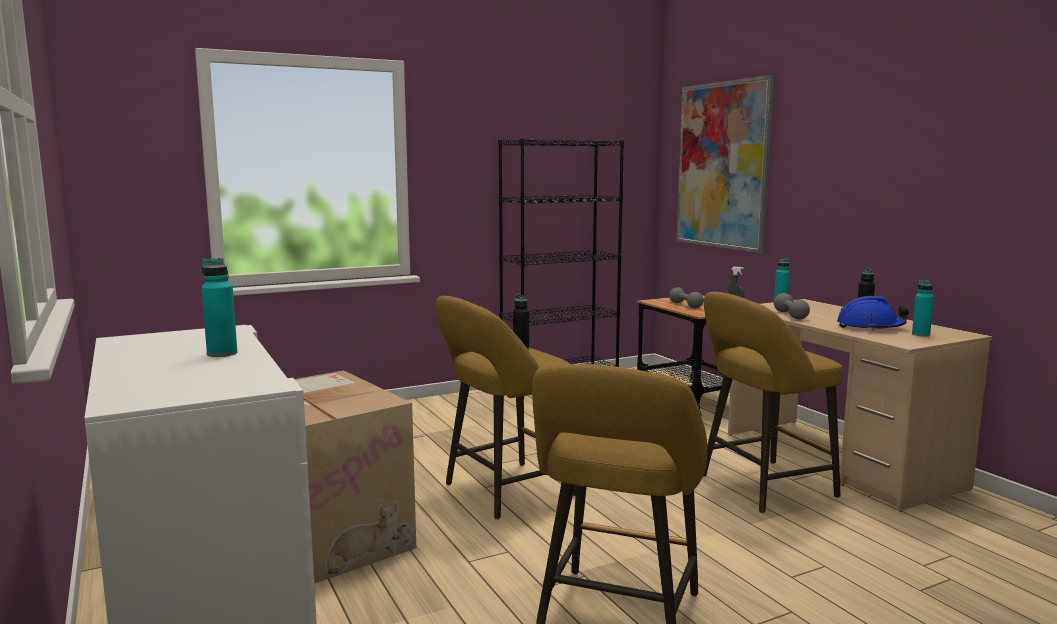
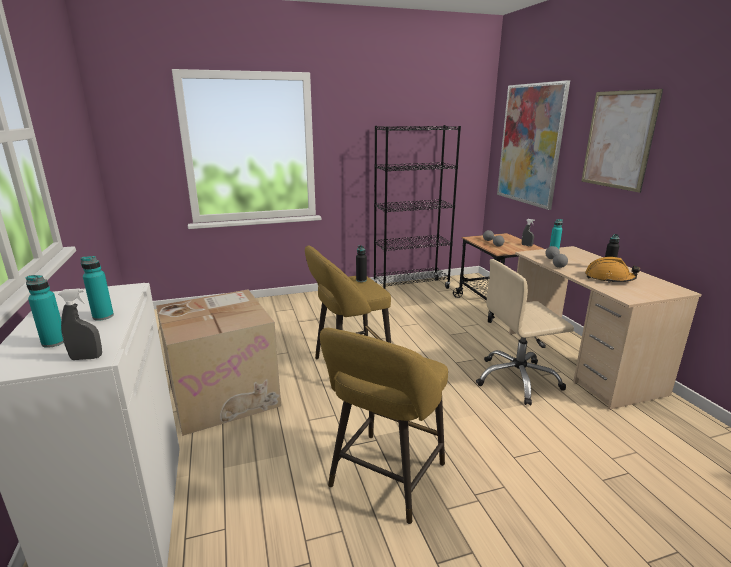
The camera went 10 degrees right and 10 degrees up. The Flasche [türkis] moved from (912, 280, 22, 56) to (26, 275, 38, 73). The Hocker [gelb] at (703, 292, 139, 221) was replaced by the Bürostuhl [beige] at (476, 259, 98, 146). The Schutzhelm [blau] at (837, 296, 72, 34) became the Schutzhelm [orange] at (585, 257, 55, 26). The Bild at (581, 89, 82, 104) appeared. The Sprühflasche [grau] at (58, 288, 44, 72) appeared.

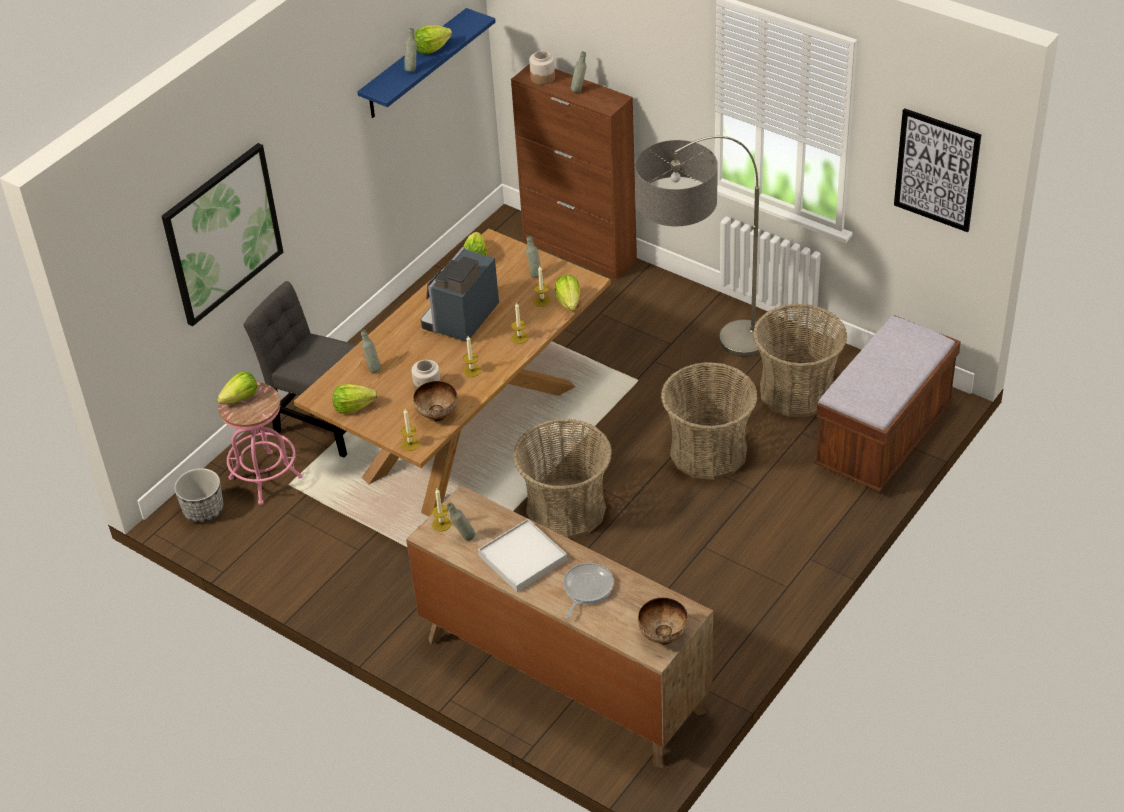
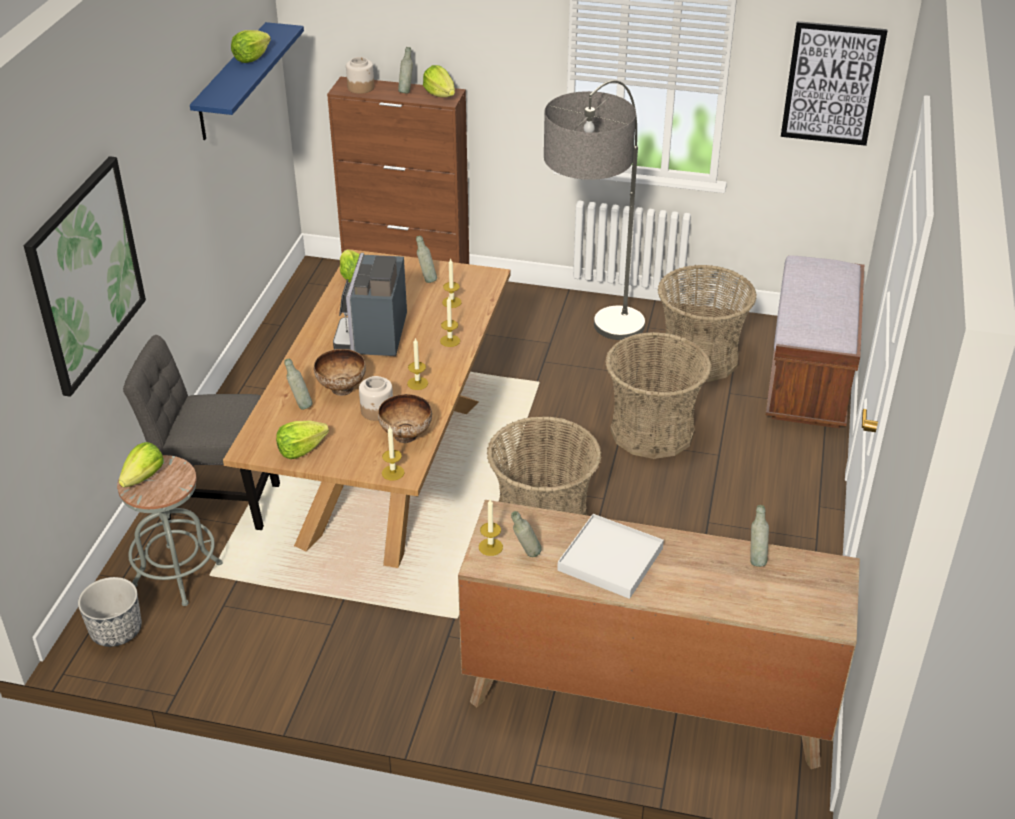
The camera went 25 degrees left and 5 degrees down. The Flasche [grau] moved from (404, 28, 13, 44) to (750, 505, 19, 62). The Salatkopf moved from (555, 275, 25, 36) to (423, 65, 32, 32). The Hocker [rosa] at (218, 382, 85, 123) became the Hocker [grau] at (117, 455, 105, 151). The Pfanne at (563, 563, 51, 55) disappeared. The Schüssel moved from (638, 597, 51, 48) to (314, 349, 52, 47).

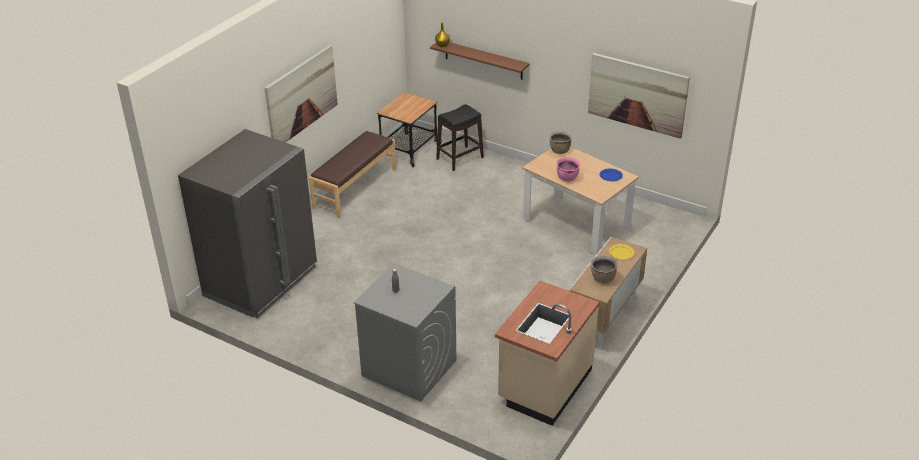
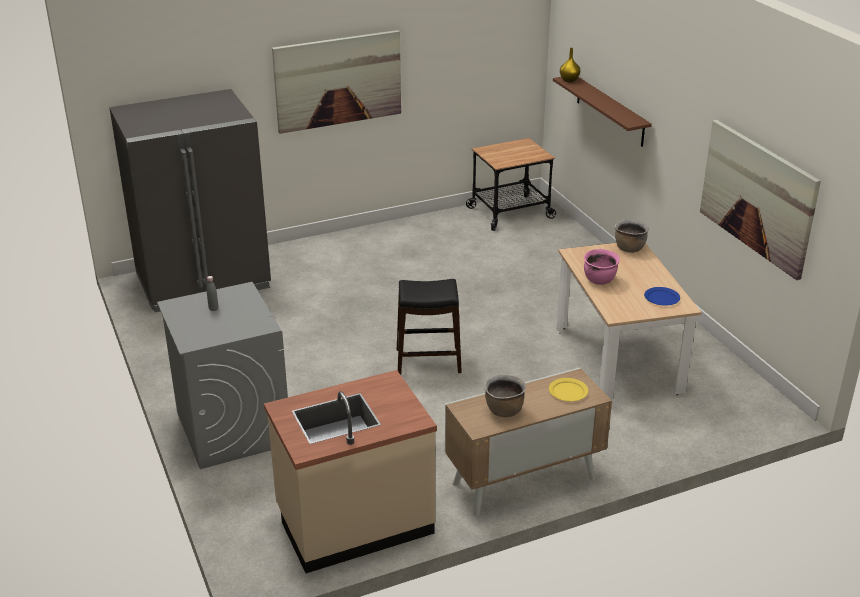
The camera went 35 degrees right and 5 degrees down. The Hocker [schwarz] moved from (436, 104, 48, 67) to (397, 279, 65, 96). The Bank [braun] at (309, 131, 87, 87) disappeared.

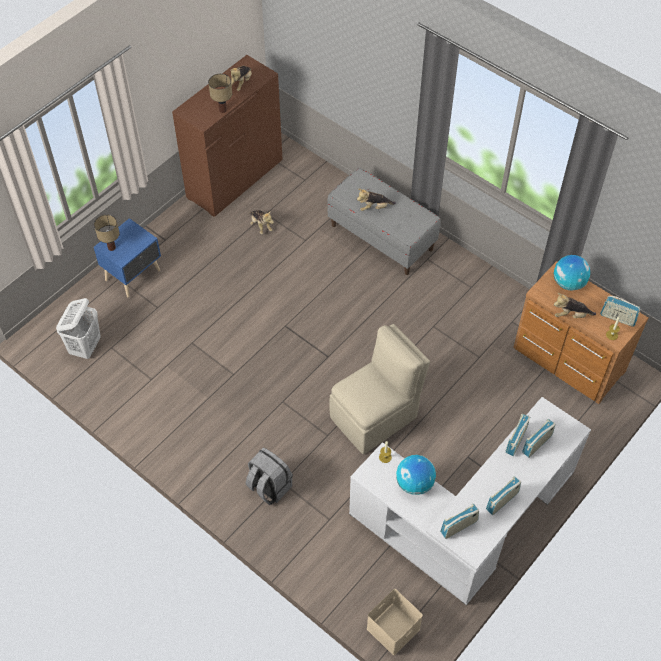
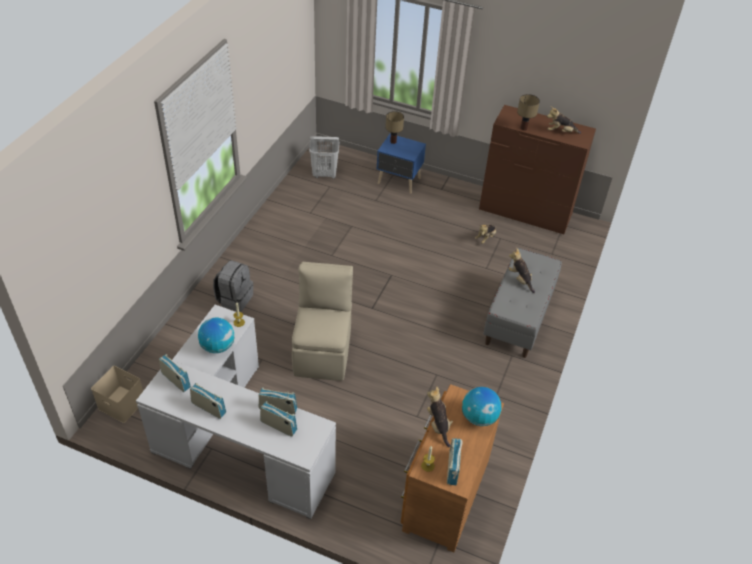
The camera went 70 degrees right and 10 degrees down. The Stuhl [beige] at (329, 324, 101, 130) turned 120 degrees counterclockwise.

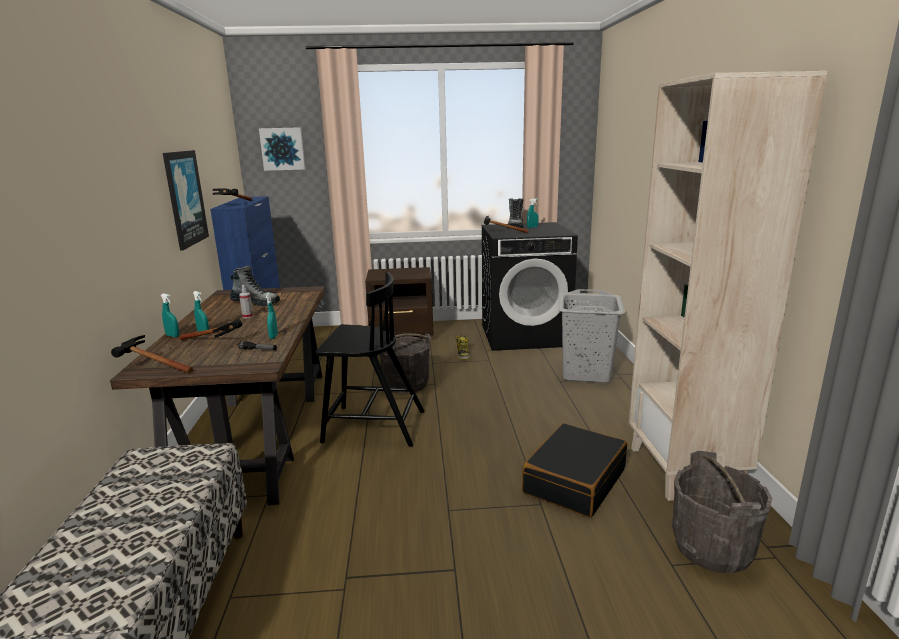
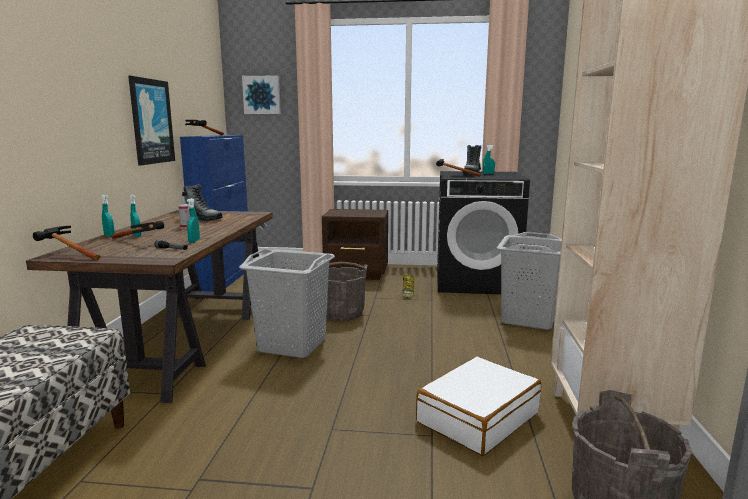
The camera went 10 degrees right and 5 degrees down. The Stuhl [schwarz] at (316, 272, 109, 175) was replaced by the Wäschekorb [grau] at (239, 249, 96, 109). The Koffer [schwarz] at (522, 423, 105, 94) became the Koffer [weiß] at (416, 356, 125, 100).

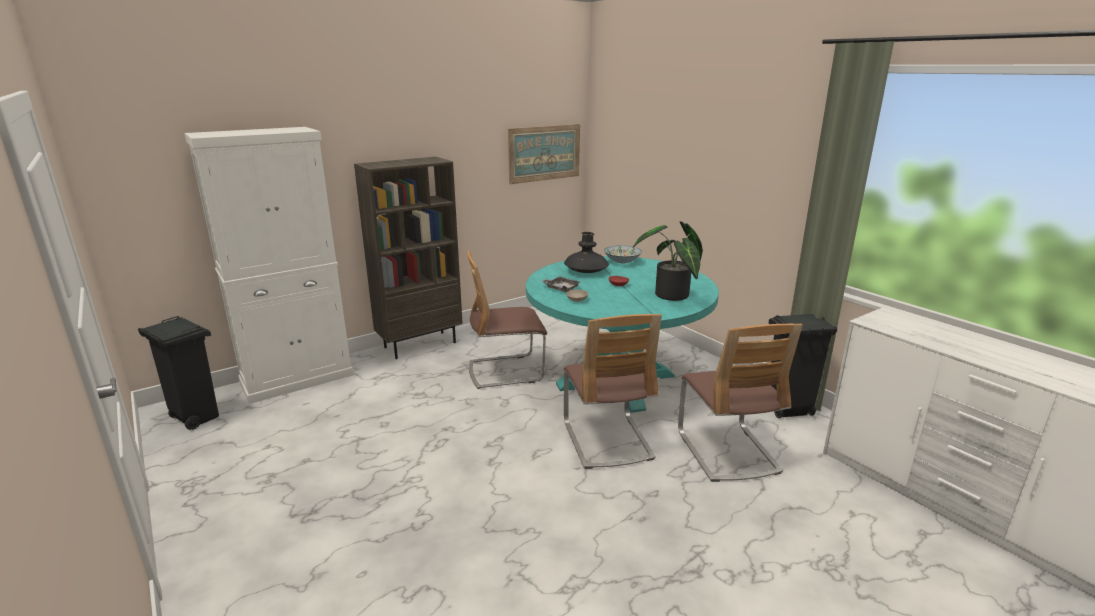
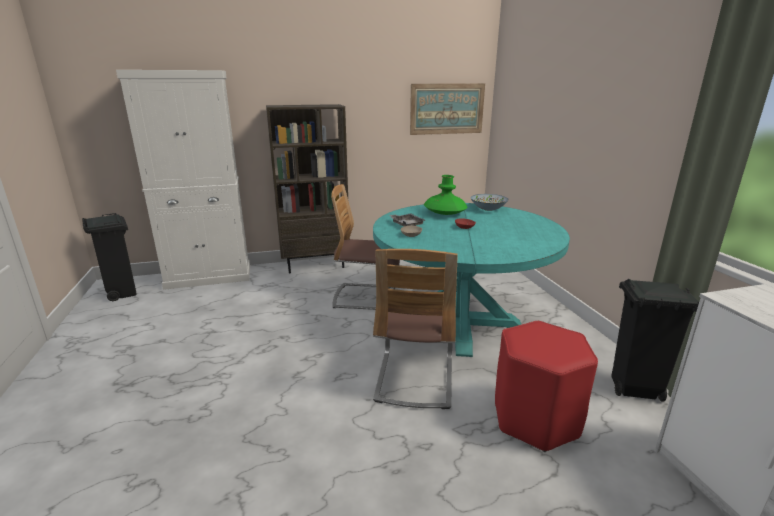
The camera went 20 degrees right and 0 degrees up. The Topfpflanze at (633, 222, 70, 79) disappeared. The Vase [schwarz] at (564, 232, 45, 41) became the Vase [grün] at (424, 175, 43, 40). The Stuhl at (678, 324, 125, 158) was replaced by the Hocker [rot] at (495, 321, 103, 131).

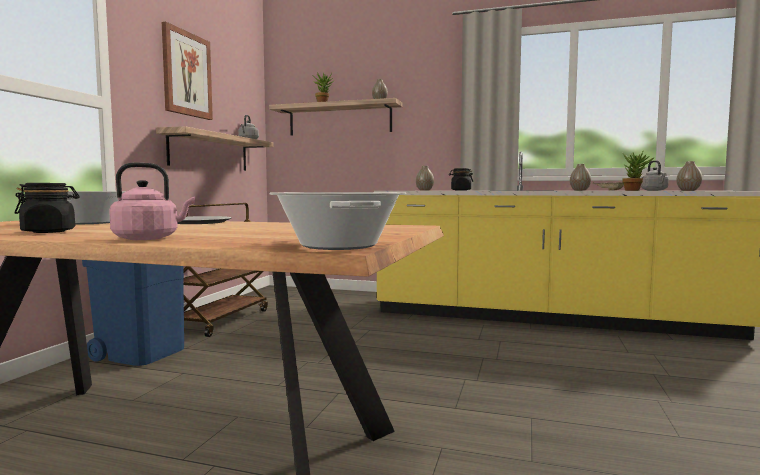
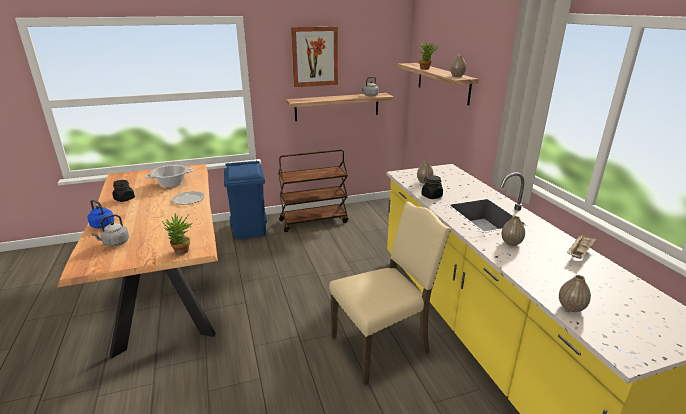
The camera went 55 degrees right and 20 degrees up. The Topfpflanze moved from (622, 150, 33, 41) to (162, 213, 30, 42). The Wasserkessel [grau] moved from (641, 160, 28, 31) to (91, 214, 38, 32). The Wasserkessel [rosa] at (109, 162, 86, 78) became the Wasserkessel [blau] at (88, 200, 26, 28). The Kochtopf at (269, 192, 137, 58) disappeared. The Stuhl [beige] at (329, 202, 123, 183) appeared.

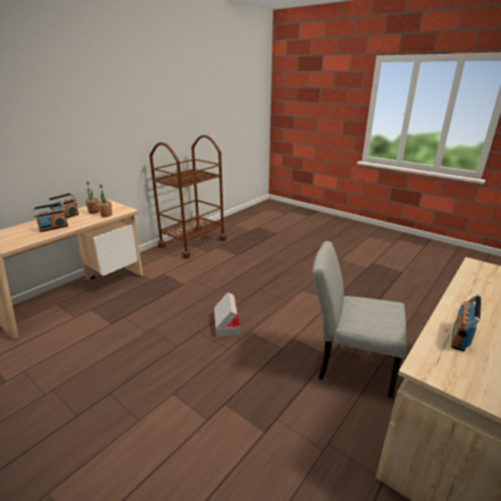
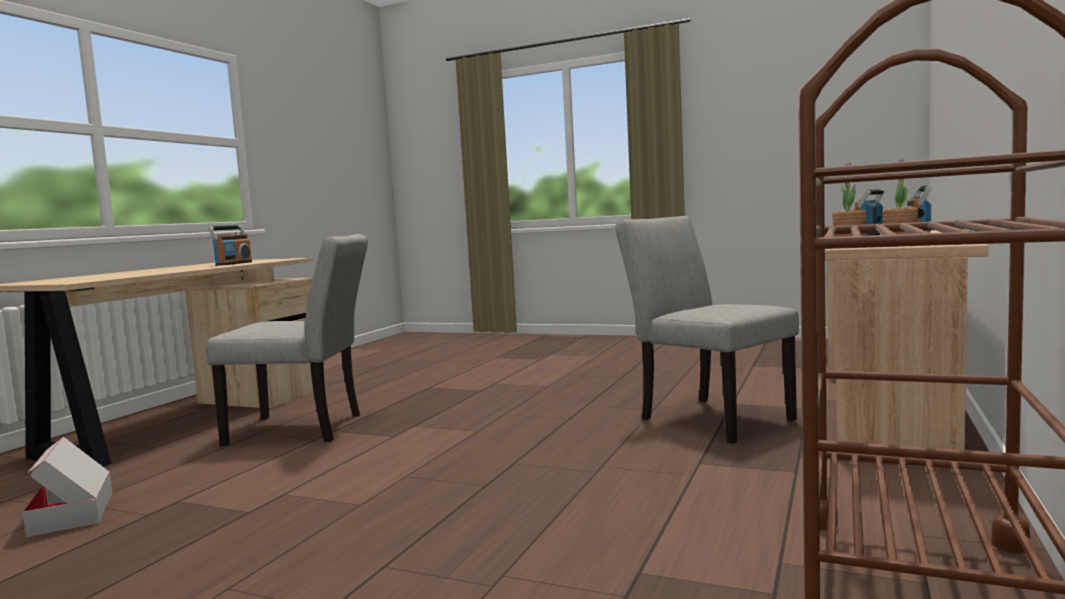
The camera went 165 degrees right and 20 degrees down. The Karton moved from (214, 292, 27, 45) to (23, 437, 90, 100). The Stuhl [grau] at (615, 216, 184, 228) appeared.

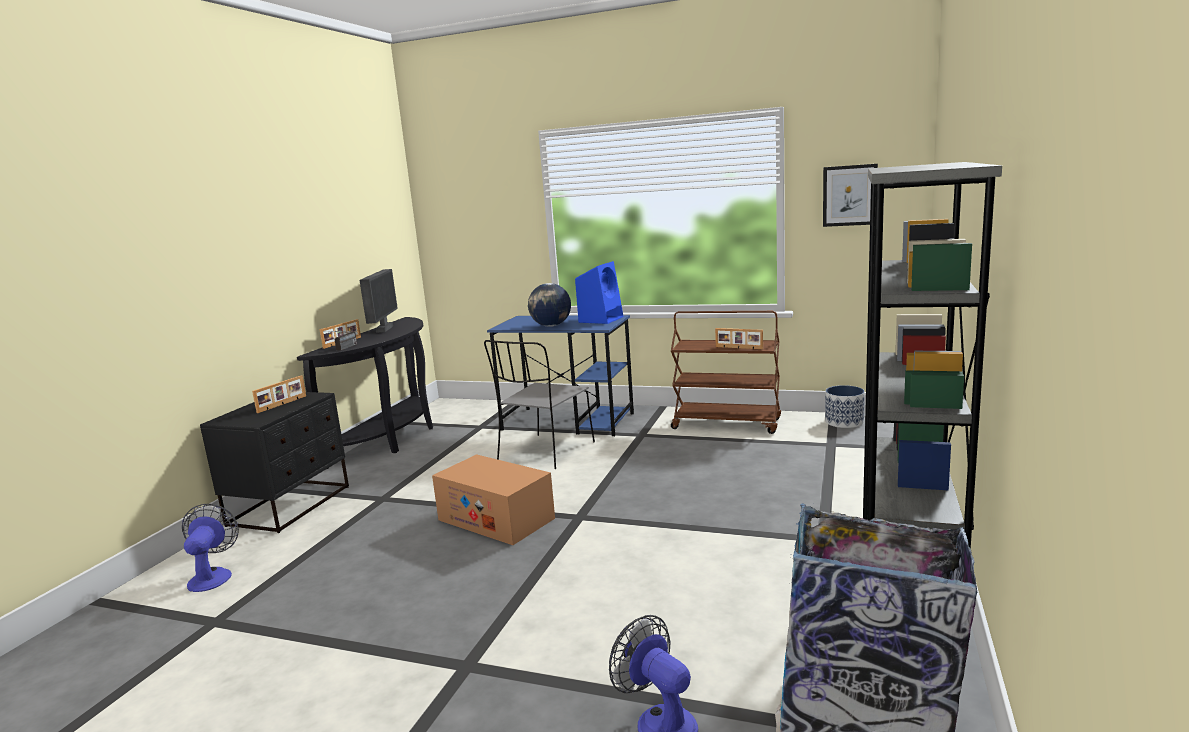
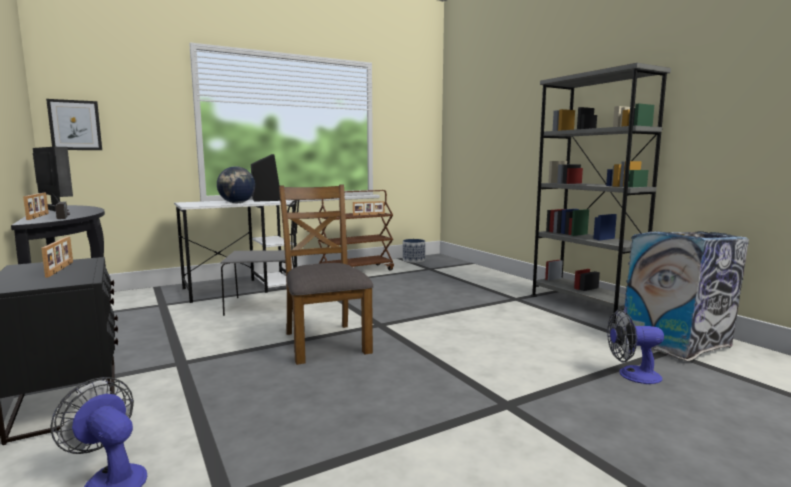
The camera went 50 degrees left and 5 degrees down. The Bild moved from (823, 164, 55, 63) to (46, 99, 56, 51). The Lautsprecher [blau] at (575, 261, 48, 63) became the Lautsprecher [schwarz] at (251, 154, 29, 48). The Schreibtisch [blau] at (487, 315, 147, 121) became the Schreibtisch [weiß] at (174, 199, 123, 104). The Stuhl [grau] at (484, 340, 111, 129) turned 75 degrees counterclockwise. The Karton at (432, 454, 123, 91) was replaced by the Stuhl [braun] at (279, 184, 95, 181).

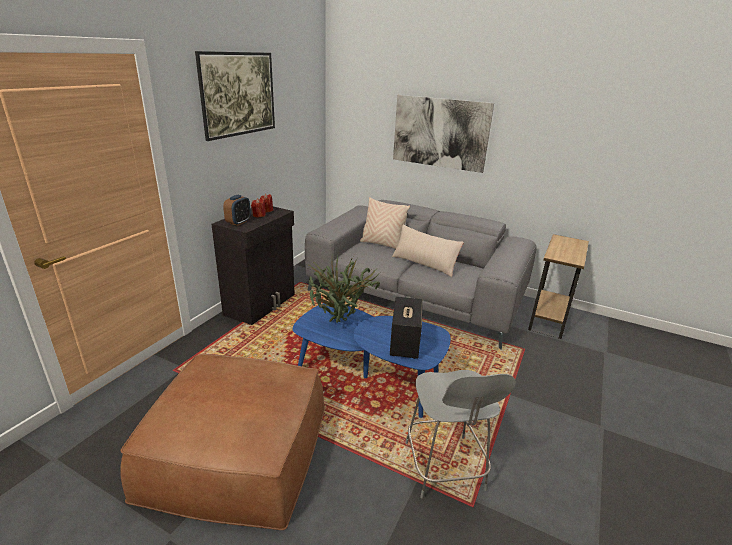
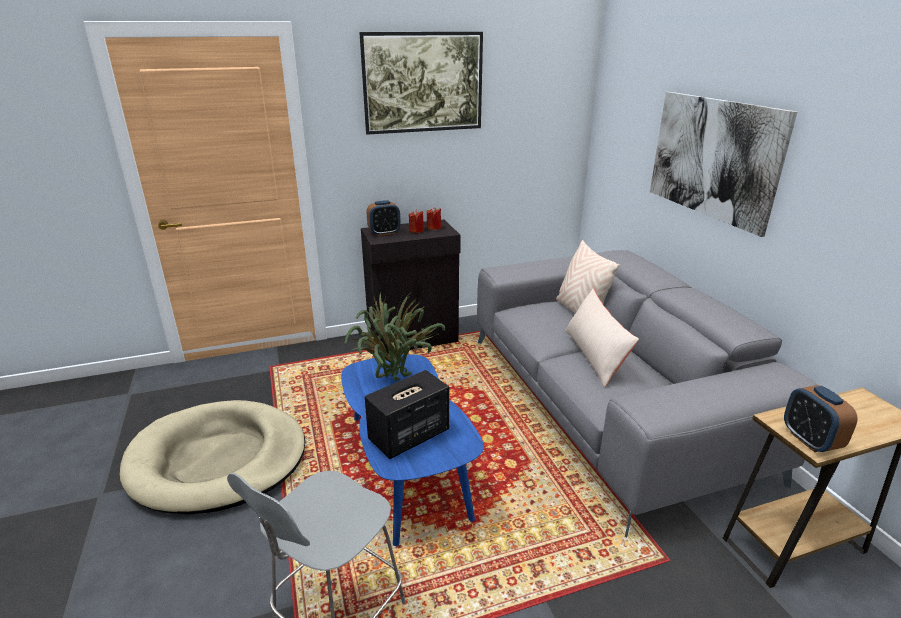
The camera went 45 degrees right and 0 degrees up. The Polsterhocker [braun] at (120, 354, 205, 176) was replaced by the Hundebett [beige] at (120, 400, 185, 115). The Wecker at (784, 385, 73, 67) appeared.

